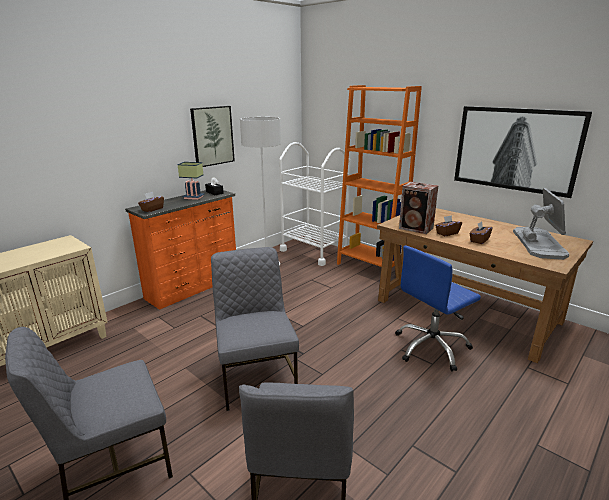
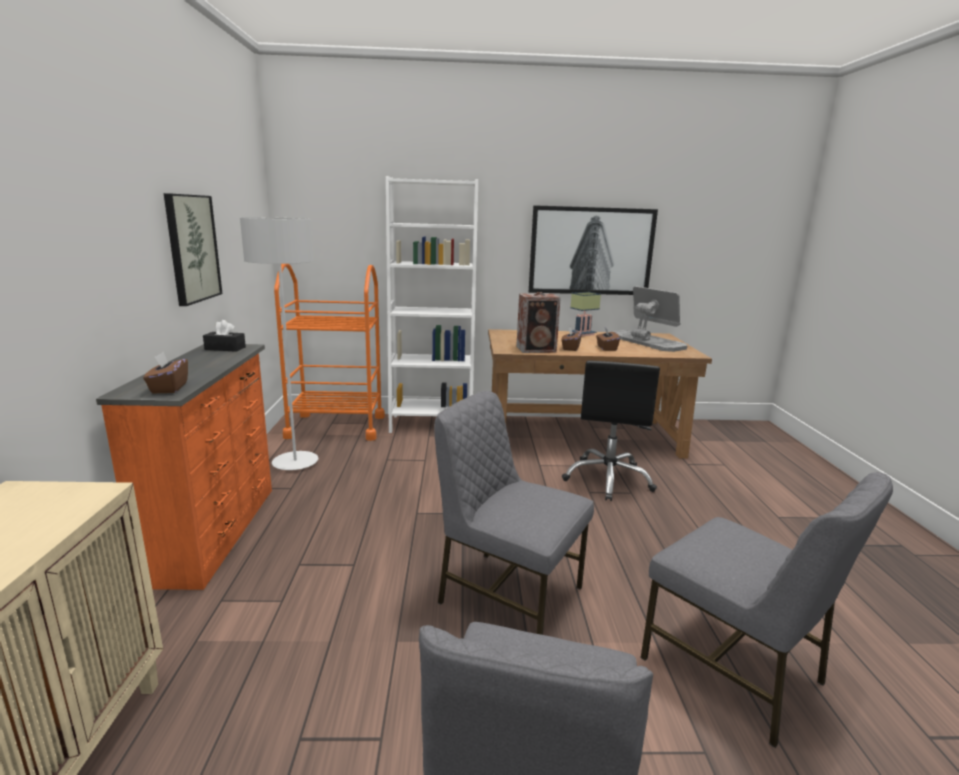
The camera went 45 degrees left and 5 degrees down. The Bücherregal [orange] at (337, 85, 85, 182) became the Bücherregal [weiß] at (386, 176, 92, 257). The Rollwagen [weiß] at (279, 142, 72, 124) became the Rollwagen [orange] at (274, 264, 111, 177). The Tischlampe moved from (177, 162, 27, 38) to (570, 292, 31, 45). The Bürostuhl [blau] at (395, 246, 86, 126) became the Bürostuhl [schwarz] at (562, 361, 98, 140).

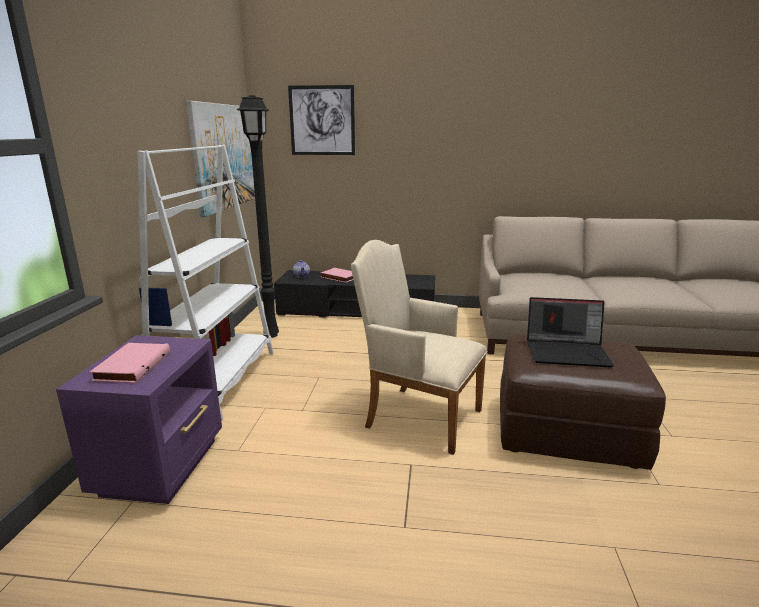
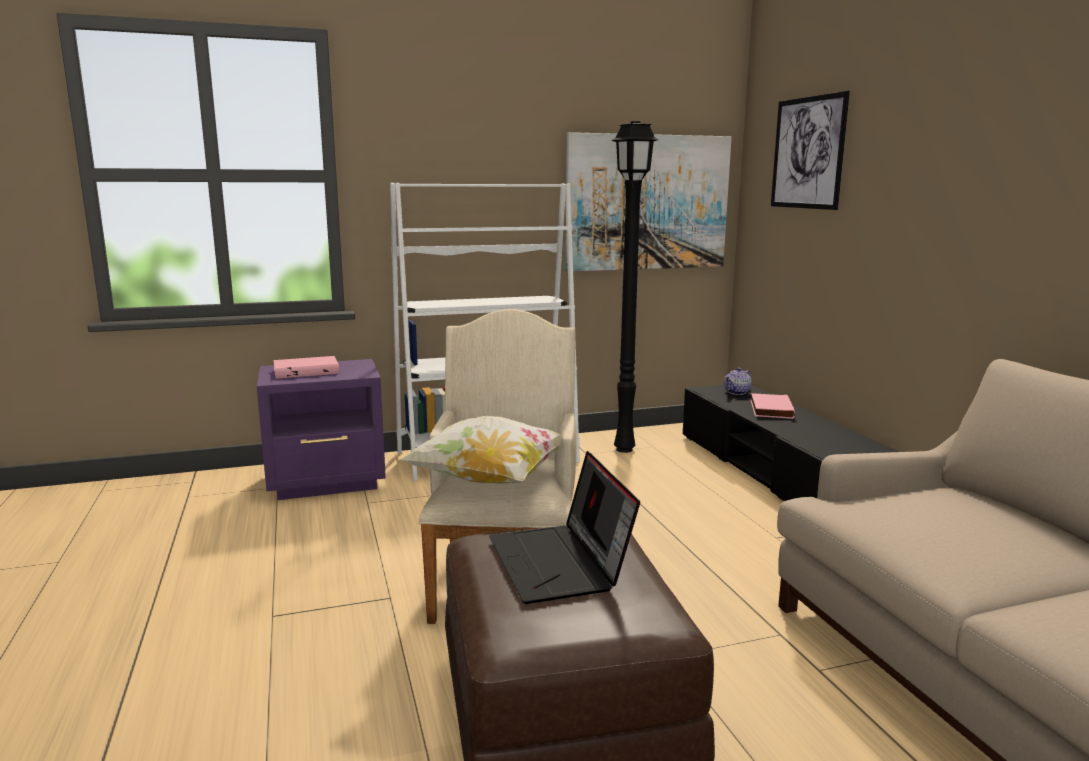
The camera went 65 degrees right and 5 degrees down. The Kissen at (398, 416, 163, 67) appeared.

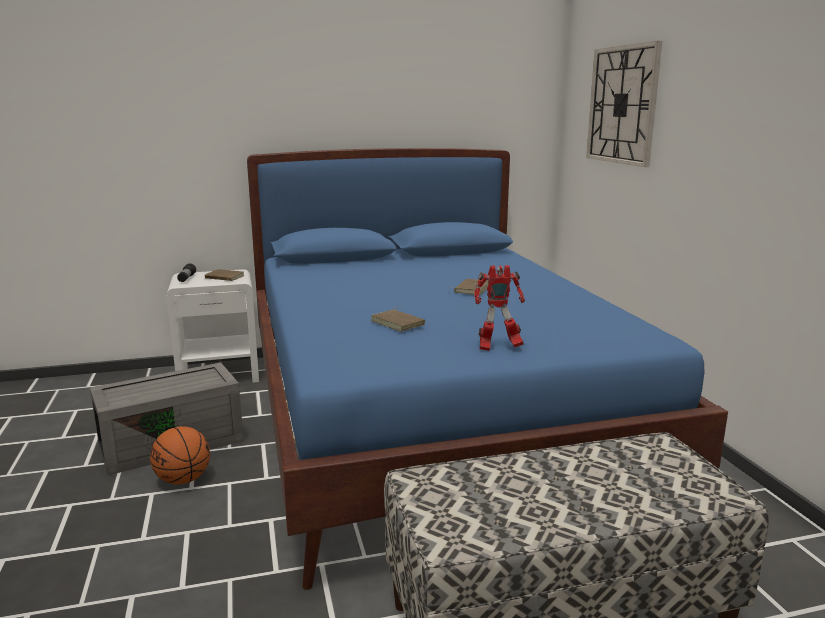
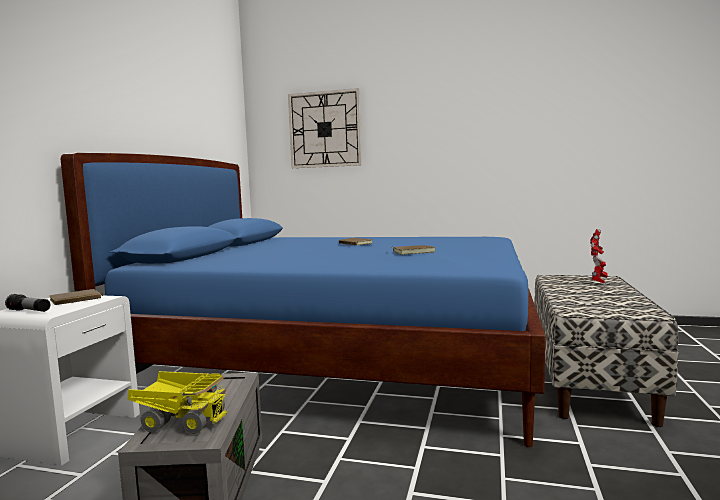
The camera went 60 degrees left and 10 degrees down. The Spielzeugroboter moved from (474, 265, 51, 86) to (590, 229, 18, 54). The Basketball at (150, 426, 60, 59) disappeared. The Spielzeuglaster at (128, 371, 101, 63) appeared.

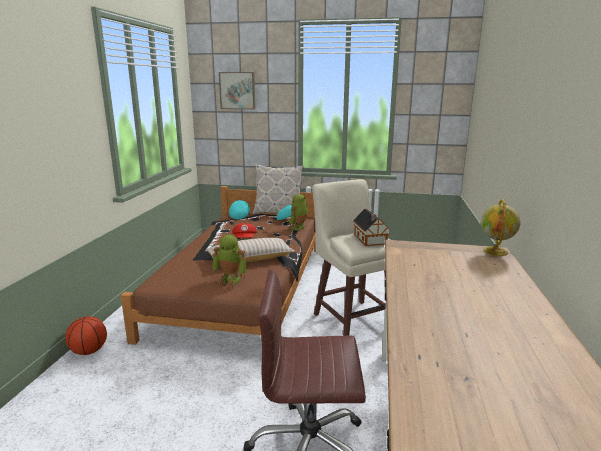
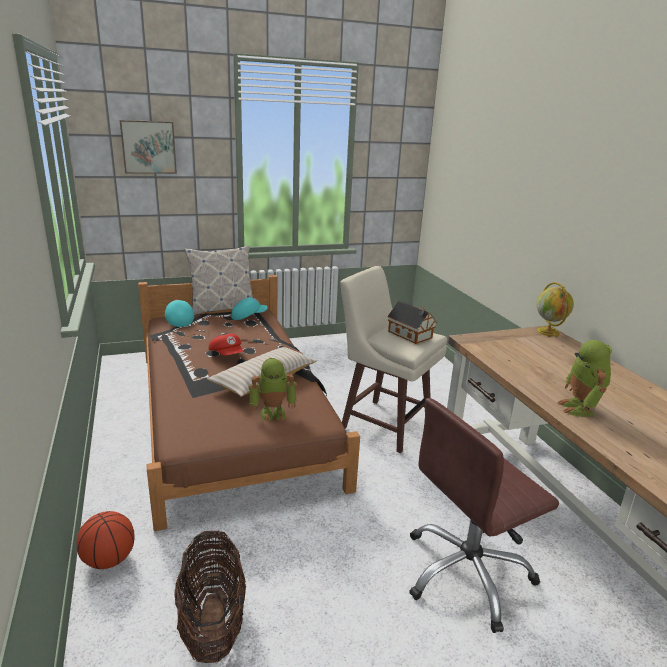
The camera went 30 degrees left and 5 degrees up. The Spielzeugroboter moved from (289, 194, 19, 37) to (557, 340, 55, 77). The Korb at (174, 530, 72, 133) appeared.

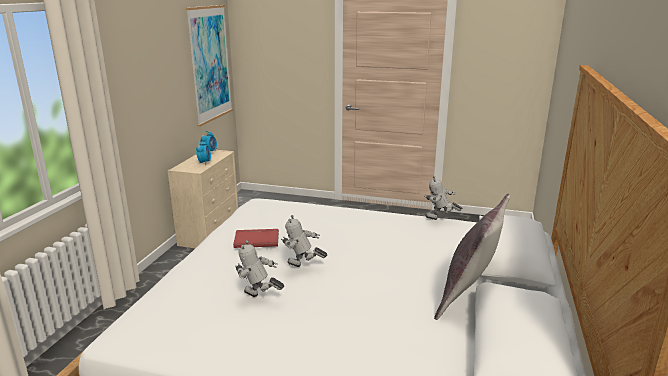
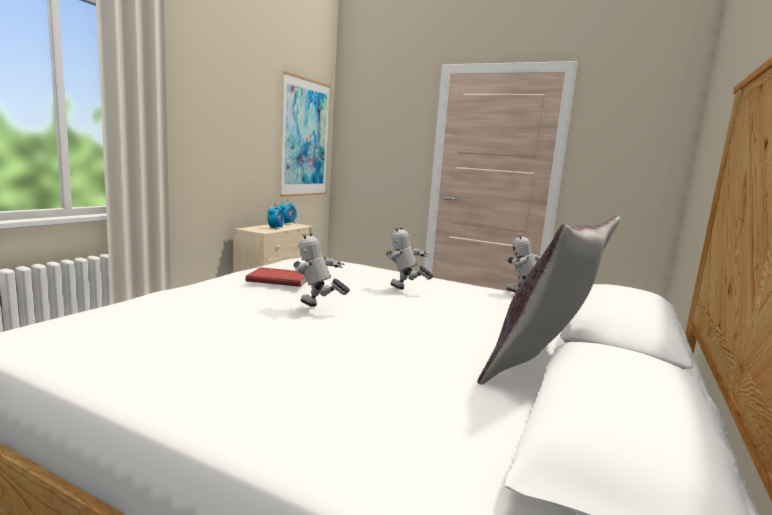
The camera went 10 degrees right and 10 degrees down. The Spielzeugroboter moved from (235, 240, 49, 57) to (386, 226, 48, 63).

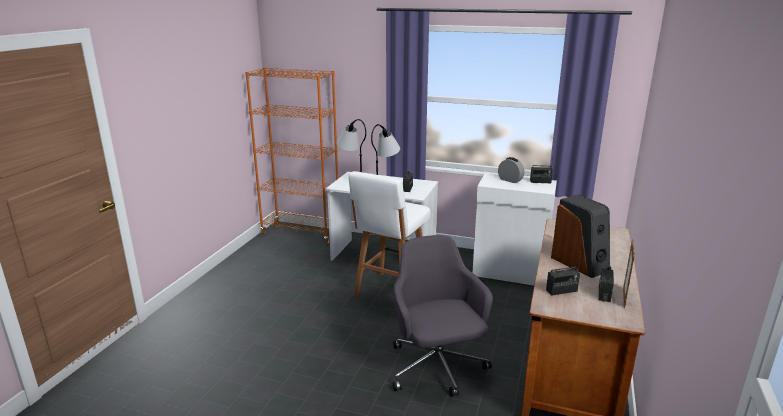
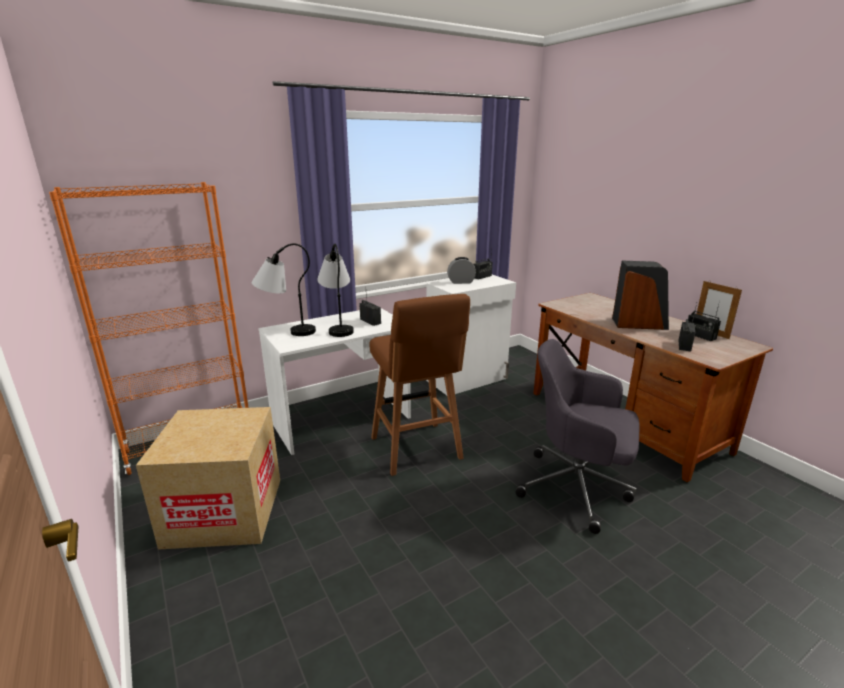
The camera went 50 degrees left and 0 degrees up. The Hocker [weiß] at (349, 171, 81, 126) became the Hocker [braun] at (369, 294, 101, 182). The Karton at (136, 407, 144, 143) appeared.

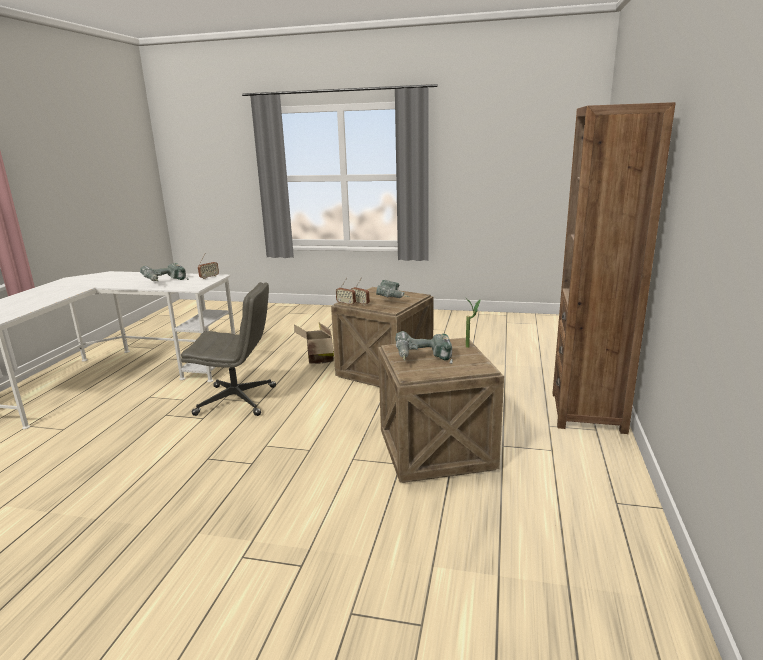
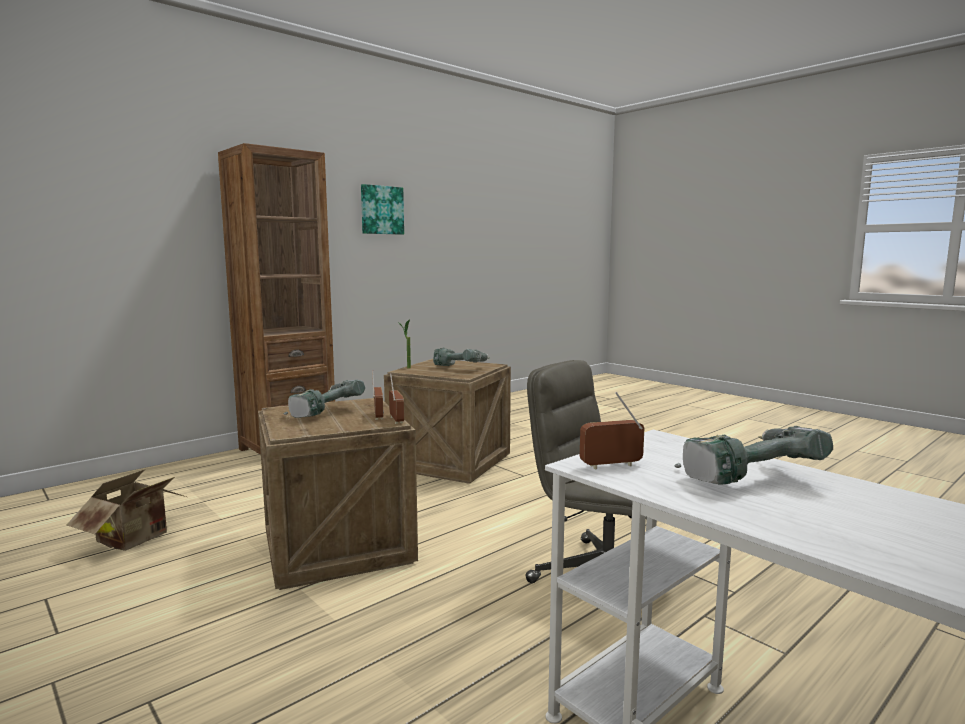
The camera went 145 degrees left and 10 degrees down. The Karton moved from (294, 323, 40, 41) to (67, 470, 119, 81). The Bild at (361, 184, 43, 51) appeared.

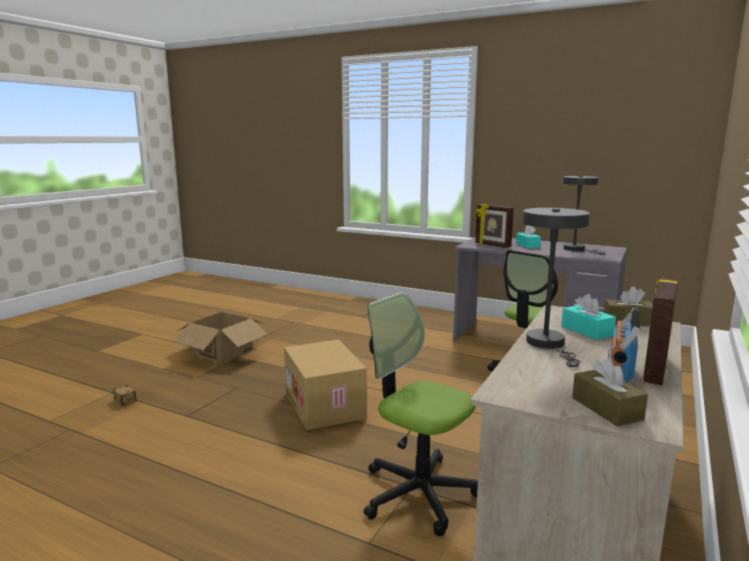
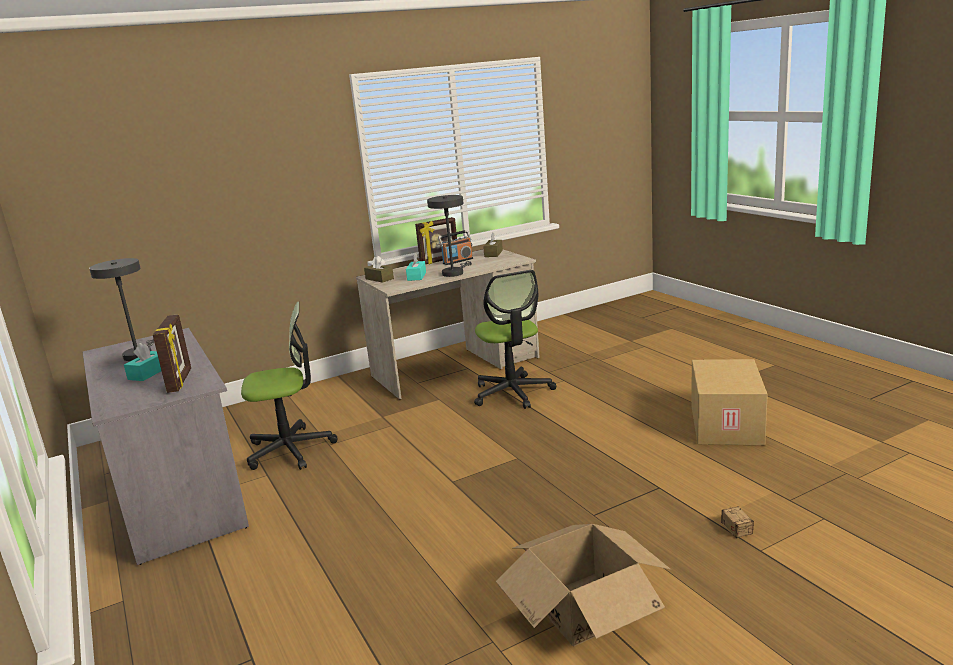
The camera went 145 degrees left and 5 degrees up. The Karton moved from (284, 340, 83, 90) to (691, 359, 77, 86).

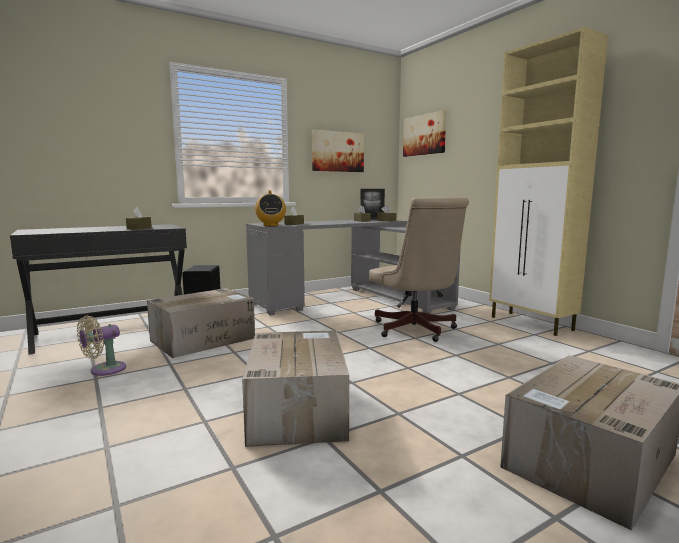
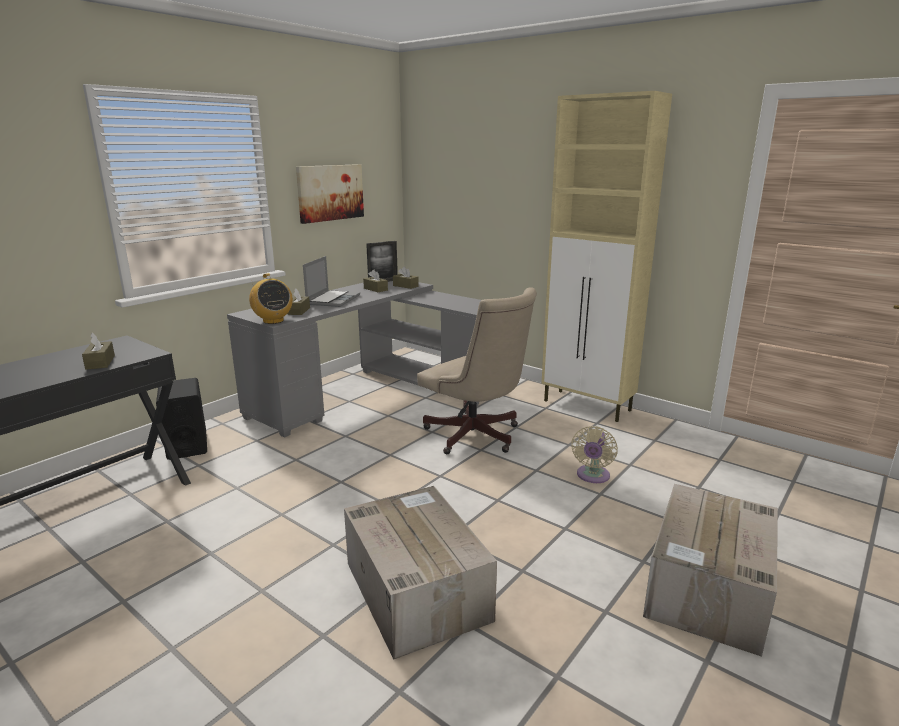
The camera went 20 degrees left and 10 degrees up. The Bild at (403, 110, 43, 47) disappeared. The Karton at (147, 288, 108, 70) disappeared. The Ventilator [beige] moved from (77, 316, 49, 60) to (571, 426, 47, 57). The Laptop at (303, 256, 57, 51) appeared.

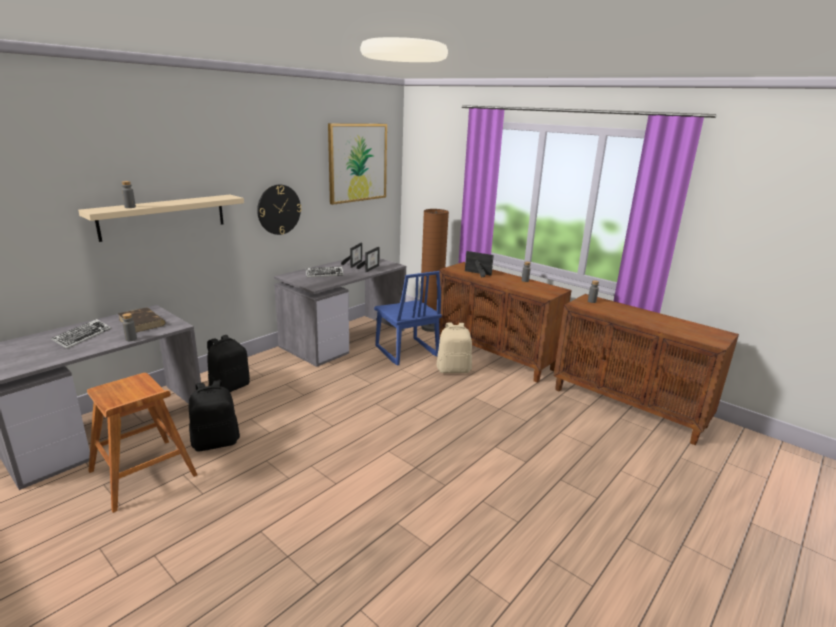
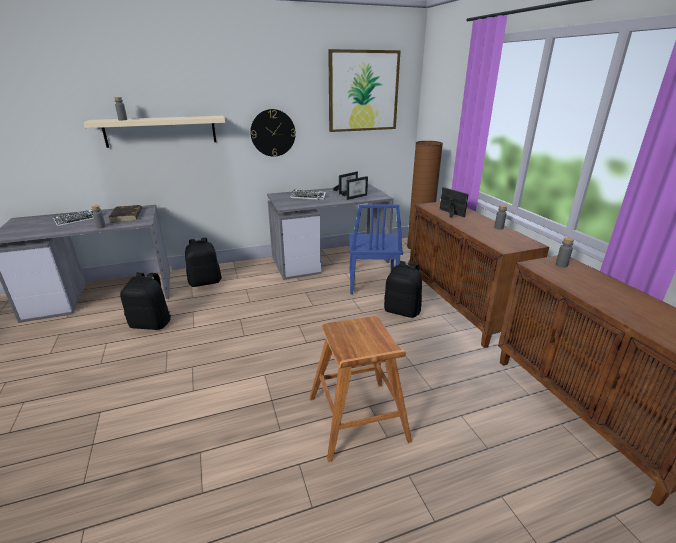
The camera went 30 degrees right and 5 degrees up. The Rucksack [beige] at (437, 323, 35, 50) became the Rucksack [schwarz] at (384, 261, 38, 57). The Hocker [braun] moved from (87, 373, 110, 140) to (310, 316, 102, 146).

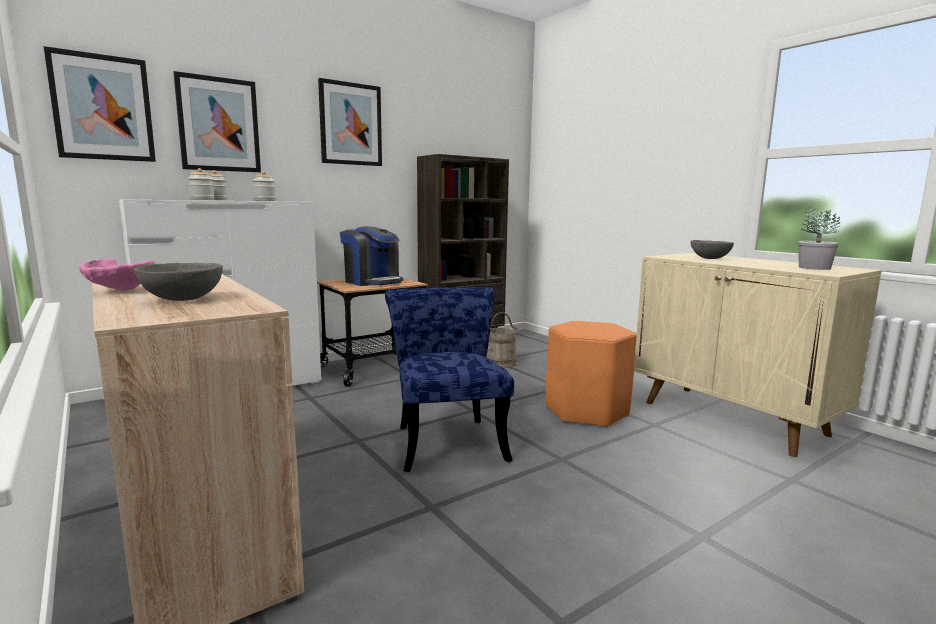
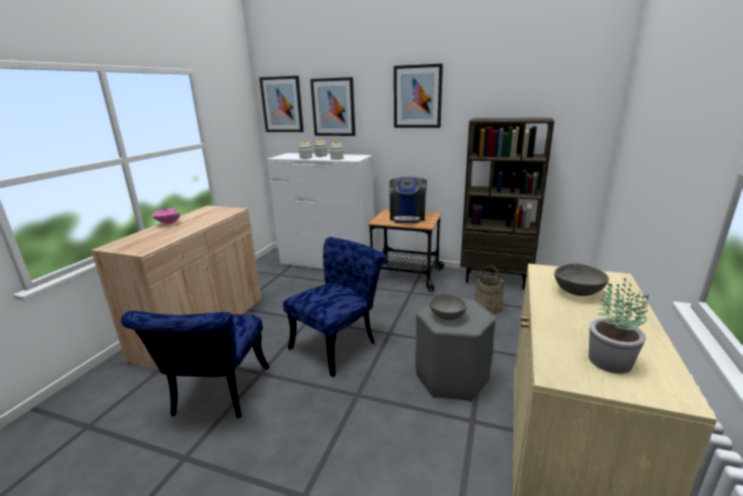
The camera went 55 degrees right and 10 degrees up. The Schüssel [grau] moved from (135, 263, 88, 38) to (429, 294, 38, 26). The Hocker [orange] at (546, 321, 91, 107) became the Hocker [grau] at (415, 298, 81, 104). The Stuhl [blau] at (121, 311, 148, 107) appeared.

